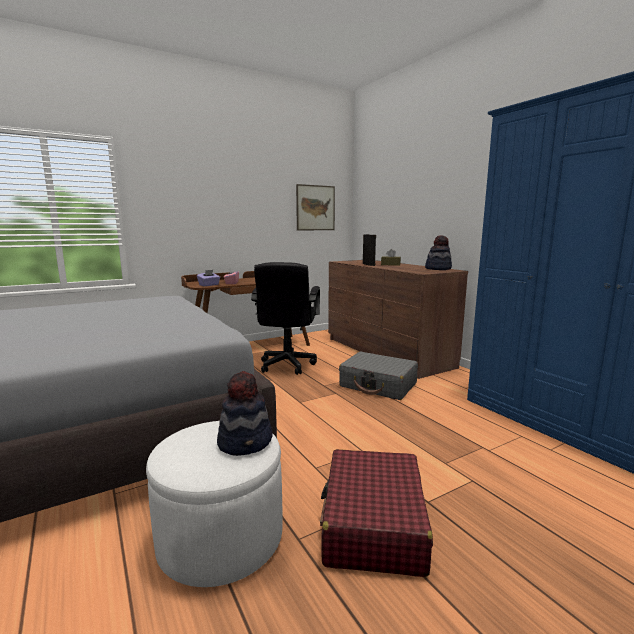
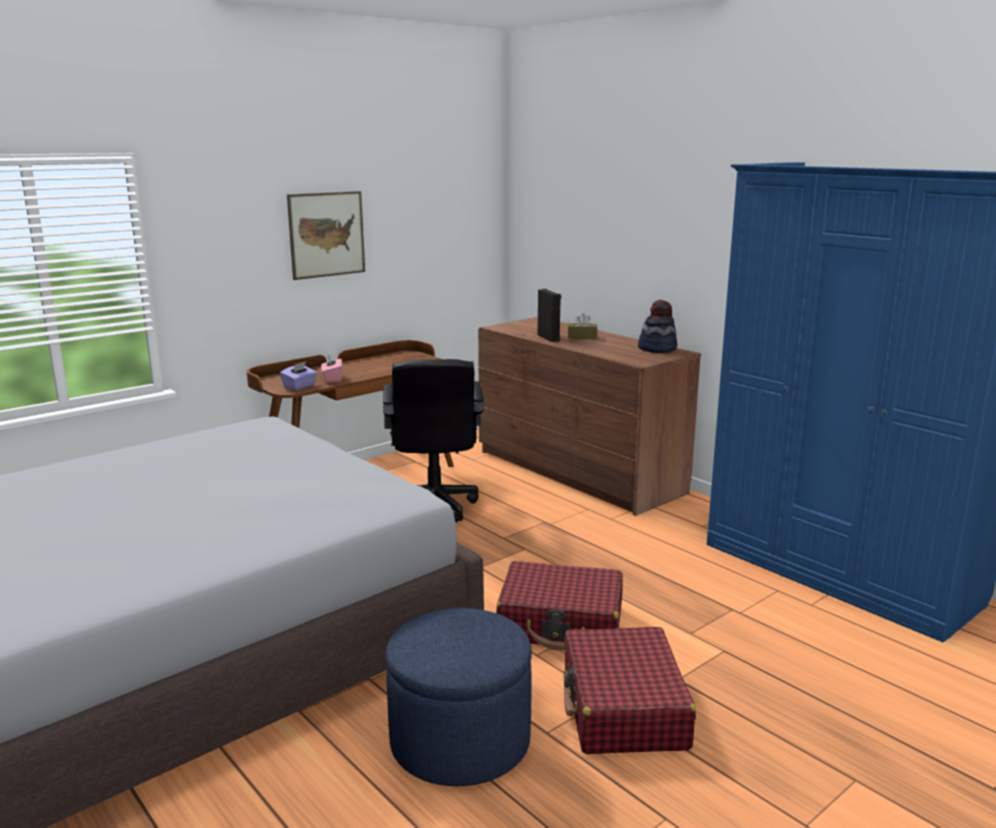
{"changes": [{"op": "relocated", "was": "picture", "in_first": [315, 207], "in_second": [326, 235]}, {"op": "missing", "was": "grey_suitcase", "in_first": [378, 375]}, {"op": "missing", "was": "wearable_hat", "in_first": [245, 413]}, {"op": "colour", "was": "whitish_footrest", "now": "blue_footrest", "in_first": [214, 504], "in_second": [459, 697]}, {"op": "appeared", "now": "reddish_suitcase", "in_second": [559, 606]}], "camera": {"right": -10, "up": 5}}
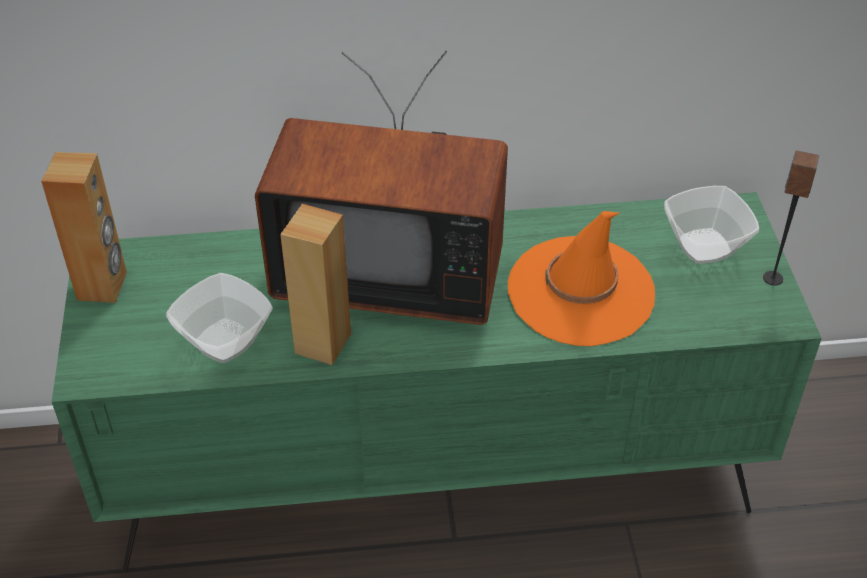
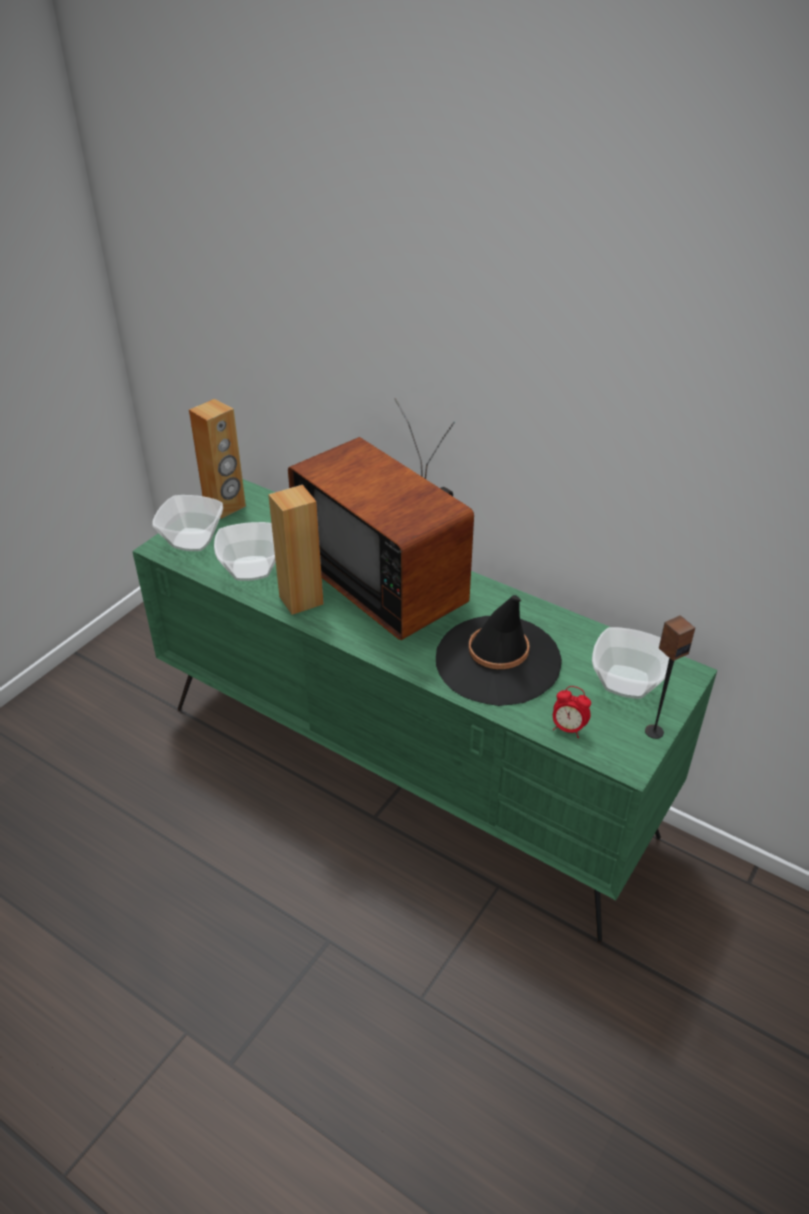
{"changes": [{"op": "colour", "was": "orangey_wearable_hat", "now": "black-coloured_wearable_hat", "in_first": [581, 278], "in_second": [499, 650]}, {"op": "appeared", "now": "deep_dish", "in_second": [187, 523]}, {"op": "appeared", "now": "bedside_clock", "in_second": [572, 712]}], "camera": {"right": 40, "up": -5}}
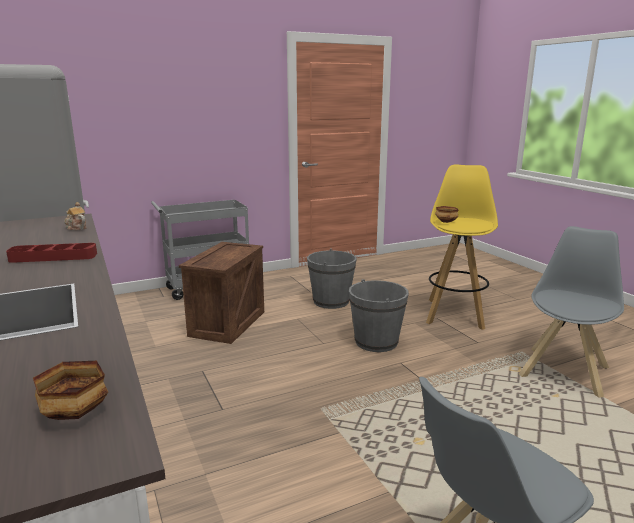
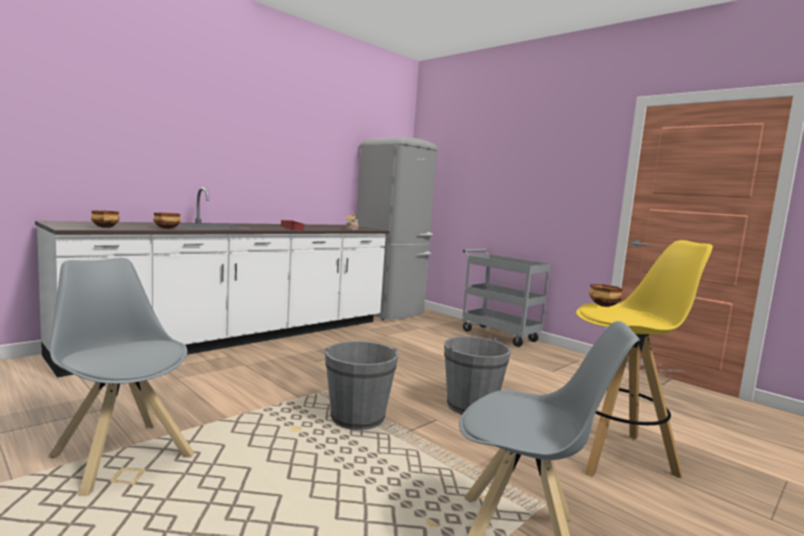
{"changes": [{"op": "missing", "was": "crate", "in_first": [221, 293]}, {"op": "relocated", "was": "grey_water_bucket", "in_first": [332, 278], "in_second": [361, 385]}, {"op": "appeared", "now": "deep_dish", "in_second": [167, 221]}], "camera": {"right": 70, "up": -10}}
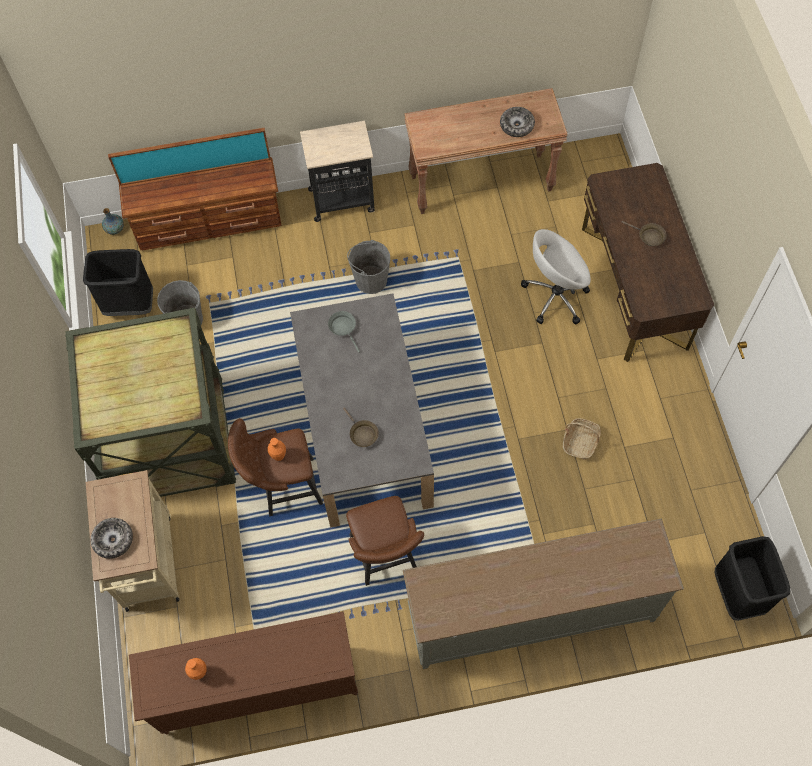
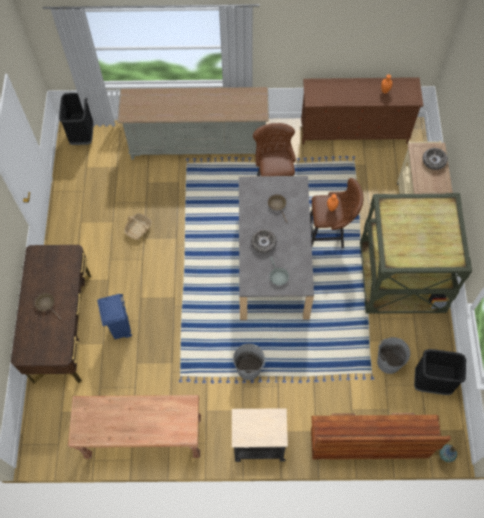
{"changes": [{"op": "relocated", "was": "deep_dish", "in_first": [517, 122], "in_second": [264, 241]}, {"op": "exchanged", "was": "whitish_computer_chair", "now": "blue_trash_can", "in_first": [556, 277], "in_second": [114, 316]}], "camera": {"right": -170, "up": 0}}
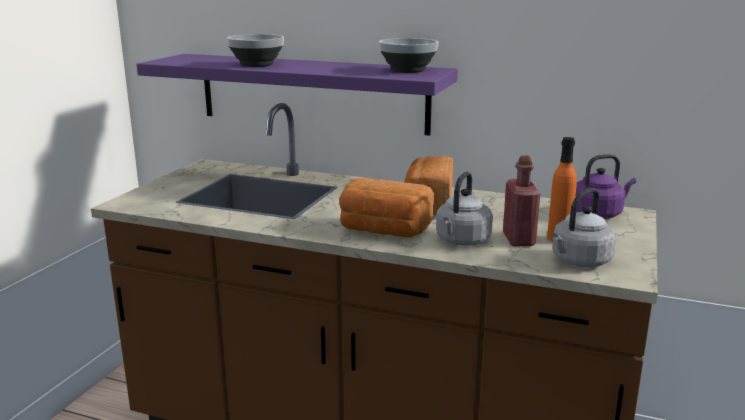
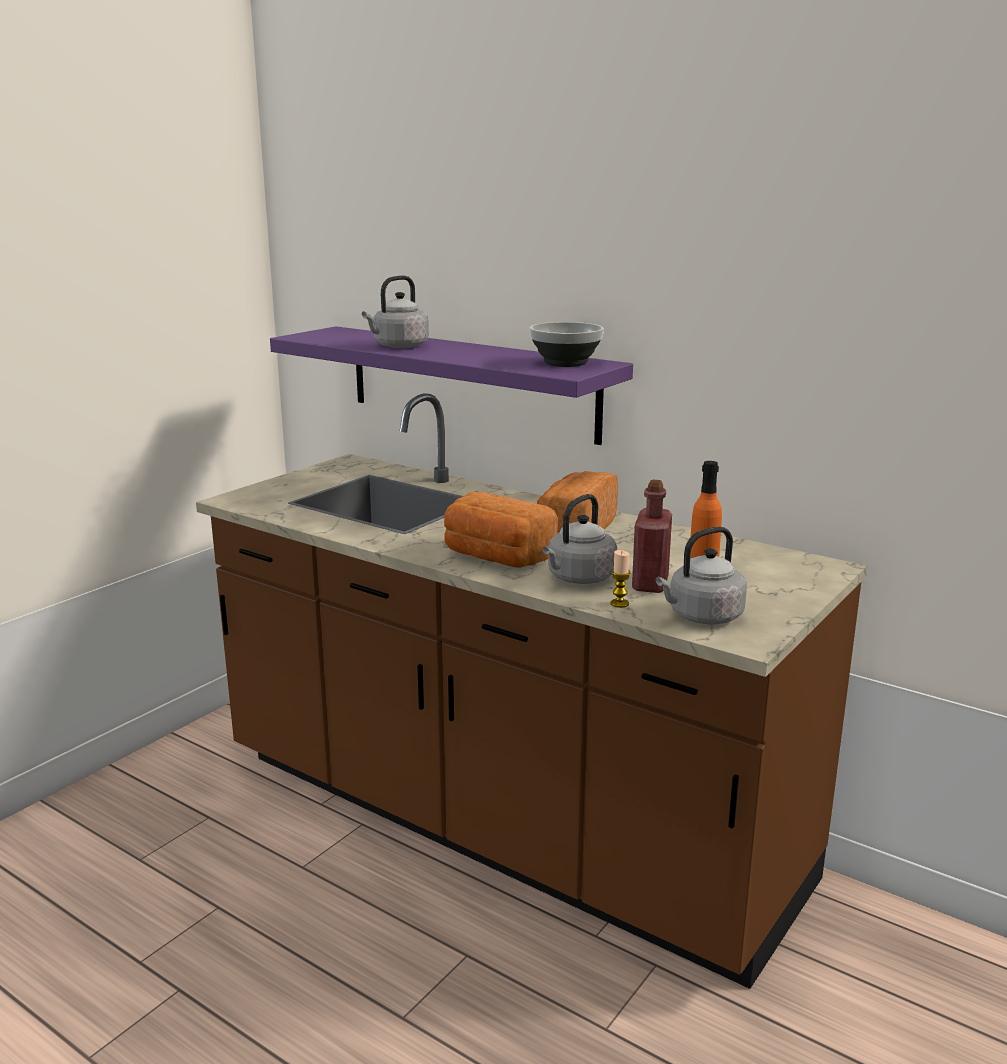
{"changes": [{"op": "exchanged", "was": "deep_dish", "now": "grey_water_kettle", "in_first": [255, 50], "in_second": [395, 311]}, {"op": "missing", "was": "purplish_water_kettle", "in_first": [605, 186]}, {"op": "appeared", "now": "wax_candle", "in_second": [621, 579]}], "camera": {"right": 15, "up": 0}}
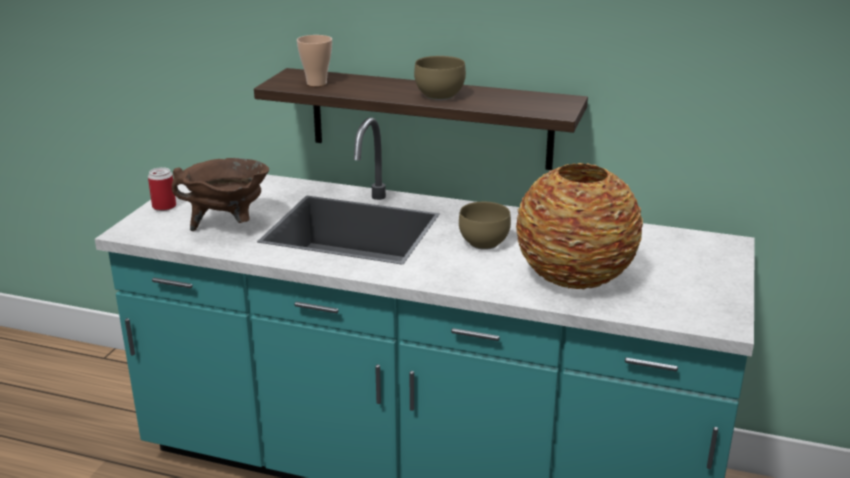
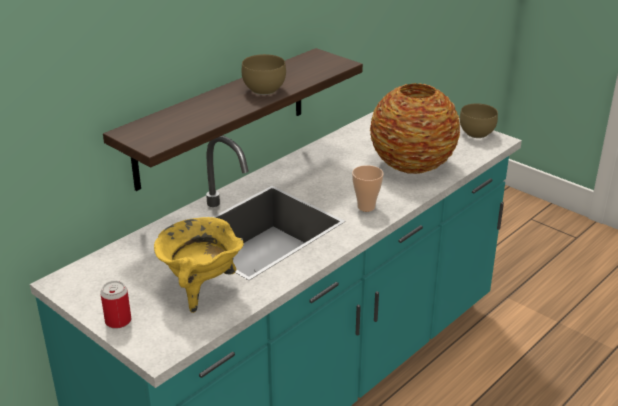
{"changes": [{"op": "relocated", "was": "drinking_cup", "in_first": [314, 60], "in_second": [368, 188]}, {"op": "colour", "was": "brown-coloured_saucepot", "now": "yellowish_saucepot", "in_first": [220, 194], "in_second": [199, 265]}, {"op": "relocated", "was": "brown-coloured_deep_dish", "in_first": [485, 226], "in_second": [479, 120]}], "camera": {"right": -65, "up": 5}}
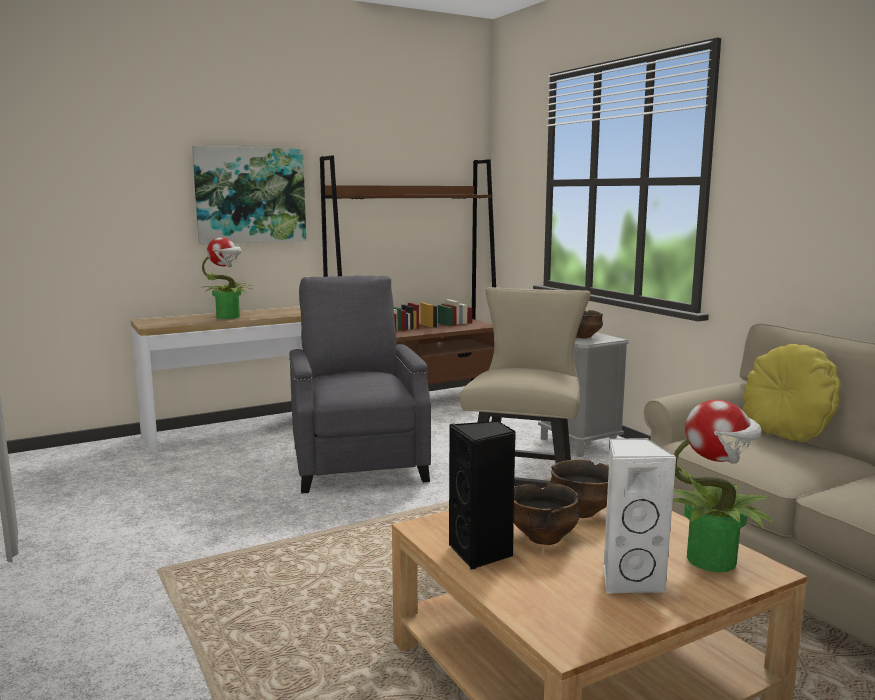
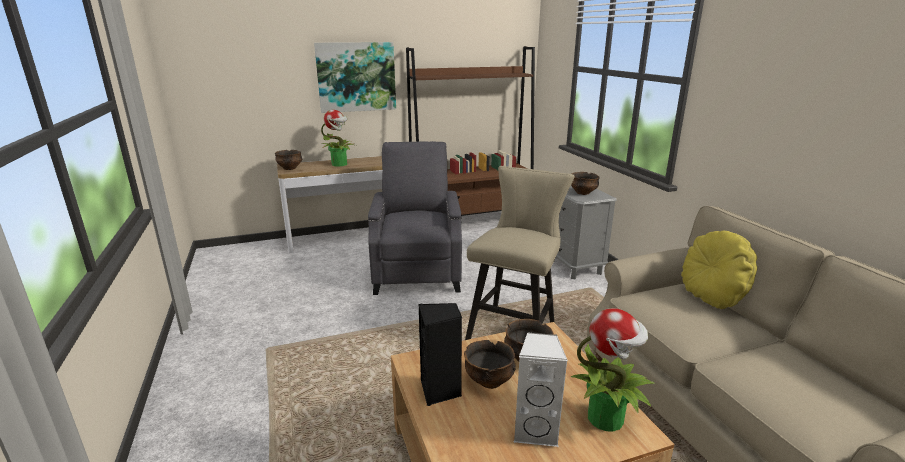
{"changes": [{"op": "appeared", "now": "deep_dish", "in_second": [288, 160]}], "camera": {"right": 10, "up": 10}}
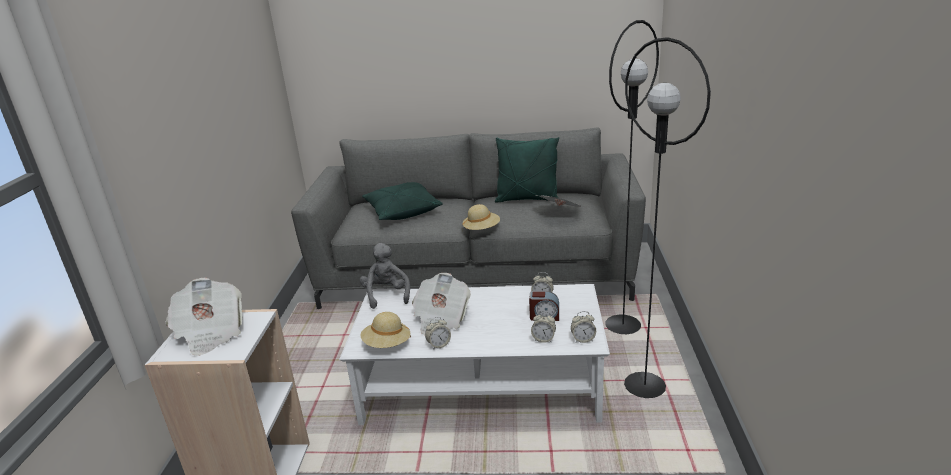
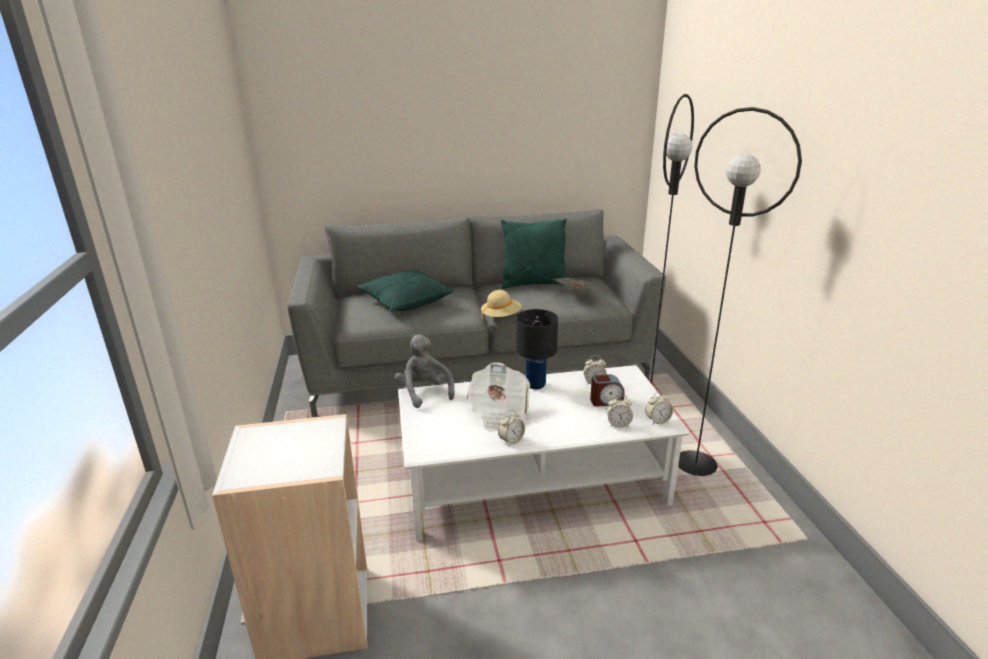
{"changes": [{"op": "missing", "was": "daily_paper", "in_first": [204, 317]}, {"op": "missing", "was": "sand-coloured_wearable_hat", "in_first": [385, 330]}, {"op": "appeared", "now": "black-coloured_tabletop_lamp", "in_second": [537, 349]}], "camera": {"right": -15, "up": 0}}
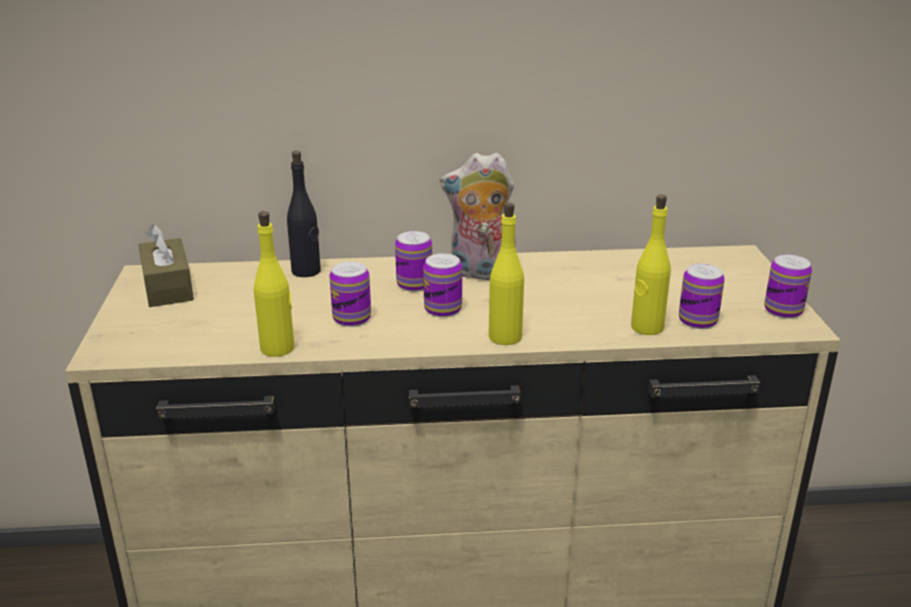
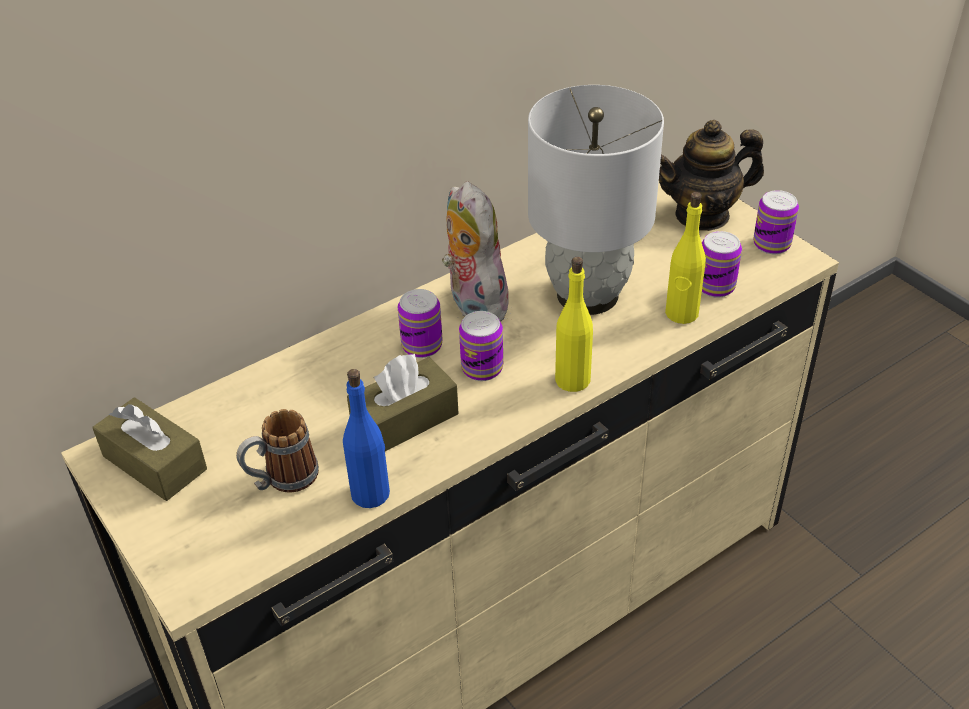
{"changes": [{"op": "missing", "was": "black-coloured_beverage_bottle", "in_first": [304, 214]}, {"op": "spun", "was": "soft_toy", "in_first": [478, 216], "in_second": [475, 251], "clockwise": 90}, {"op": "colour", "was": "yellowish_beverage_bottle", "now": "blue_beverage_bottle", "in_first": [274, 284], "in_second": [366, 438]}, {"op": "exchanged", "was": "metal_can", "now": "brown-coloured_box_of_tissues", "in_first": [350, 294], "in_second": [403, 402]}, {"op": "appeared", "now": "whitish_tabletop_lamp", "in_second": [596, 200]}, {"op": "appeared", "now": "tea_pot", "in_second": [711, 175]}, {"op": "appeared", "now": "coffee_mug", "in_second": [277, 450]}], "camera": {"right": -30, "up": 15}}
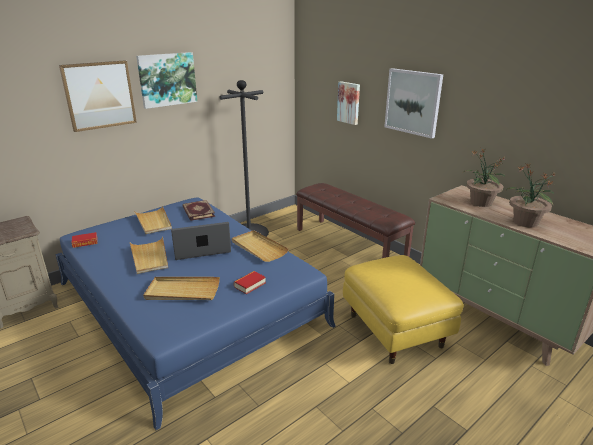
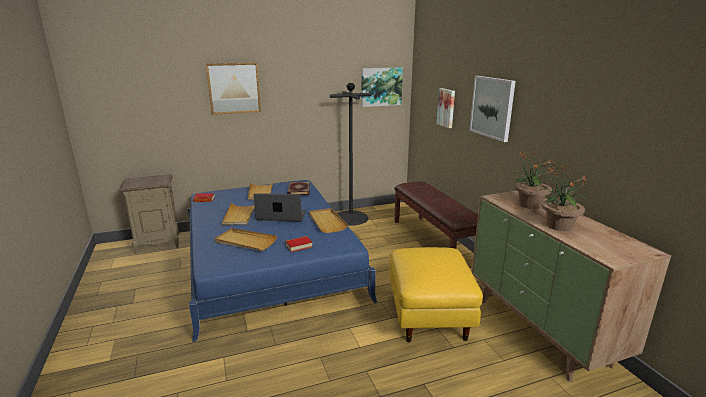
{"changes": [{"op": "relocated", "was": "picture", "in_first": [166, 80], "in_second": [382, 87]}], "camera": {"right": 20, "up": -5}}
